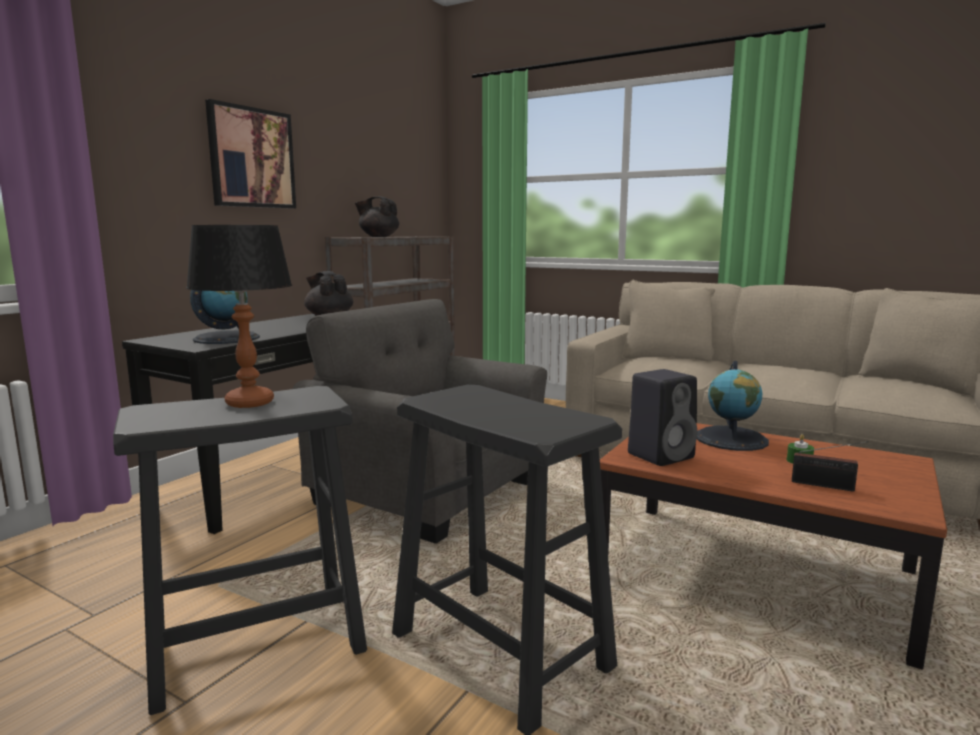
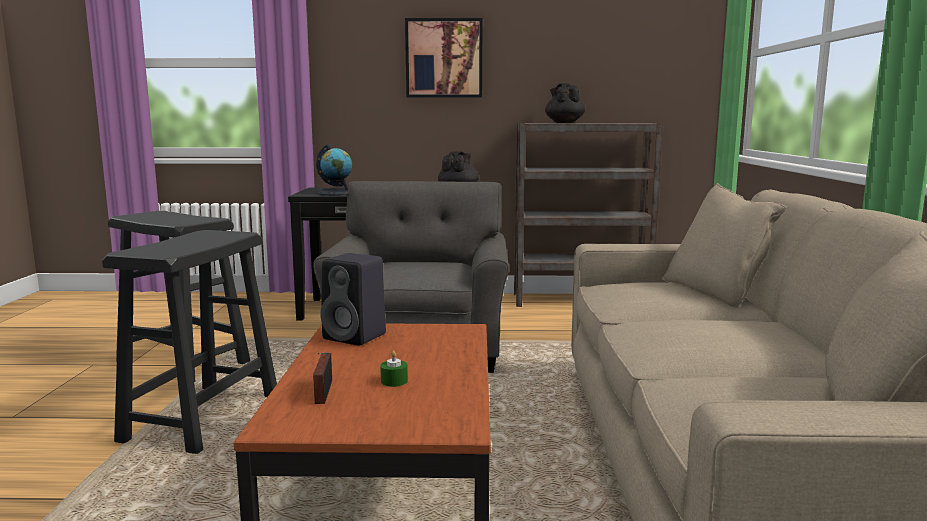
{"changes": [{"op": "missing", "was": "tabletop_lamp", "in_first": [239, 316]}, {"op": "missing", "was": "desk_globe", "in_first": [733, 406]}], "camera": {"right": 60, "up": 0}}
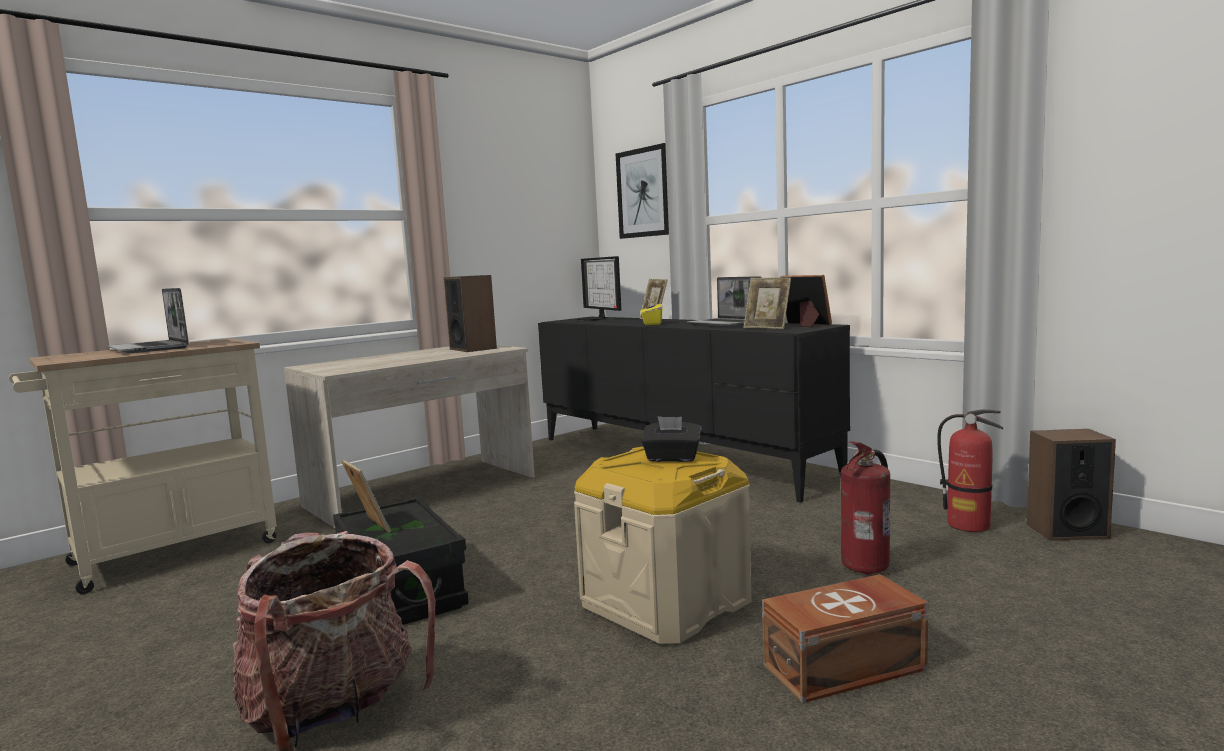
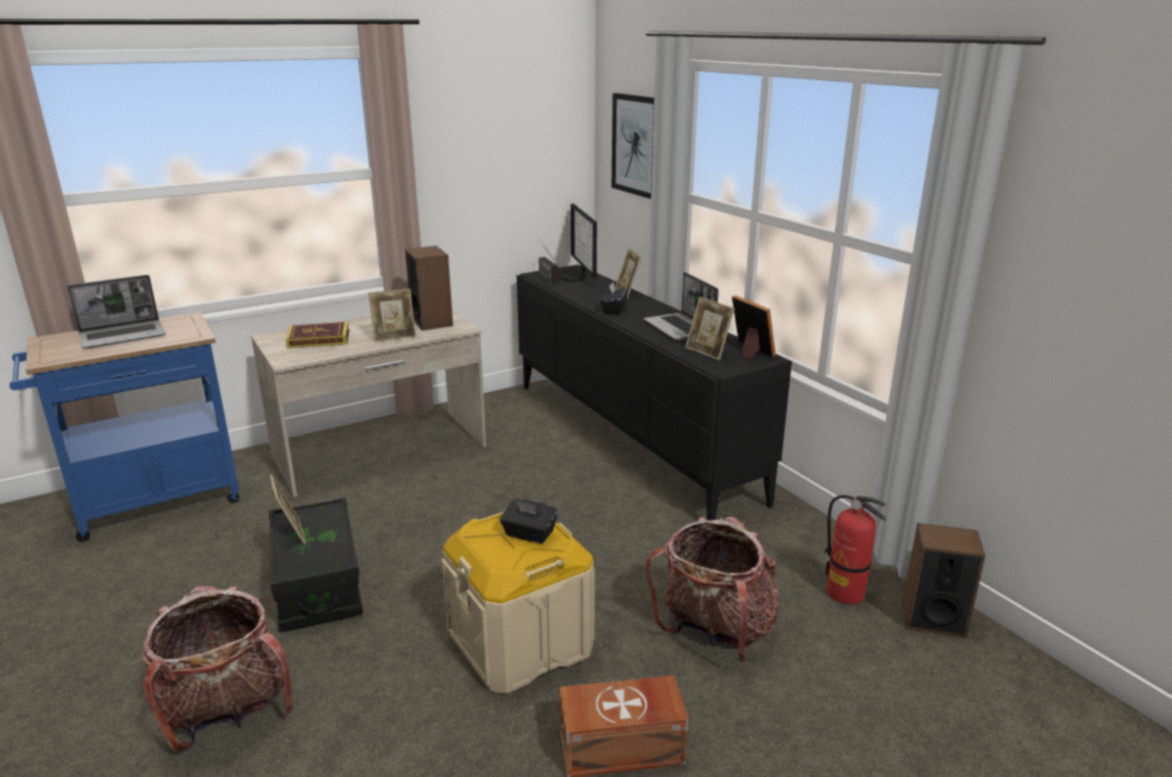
{"changes": [{"op": "spun", "was": "laptop", "in_first": [148, 320], "in_second": [116, 311], "clockwise": -90}, {"op": "colour", "was": "yellowish_box_of_tissues", "now": "black-coloured_box_of_tissues", "in_first": [651, 312], "in_second": [614, 298]}, {"op": "colour", "was": "sand-coloured_wheeled_cart", "now": "blue_wheeled_cart", "in_first": [143, 466], "in_second": [124, 427]}, {"op": "exchanged", "was": "fire_extinguisher", "now": "knapsack", "in_first": [865, 508], "in_second": [712, 590]}, {"op": "appeared", "now": "radio_receiver", "in_second": [549, 261]}, {"op": "appeared", "now": "picture_frame", "in_second": [392, 315]}, {"op": "appeared", "now": "book", "in_second": [317, 335]}], "camera": {"right": 10, "up": 15}}
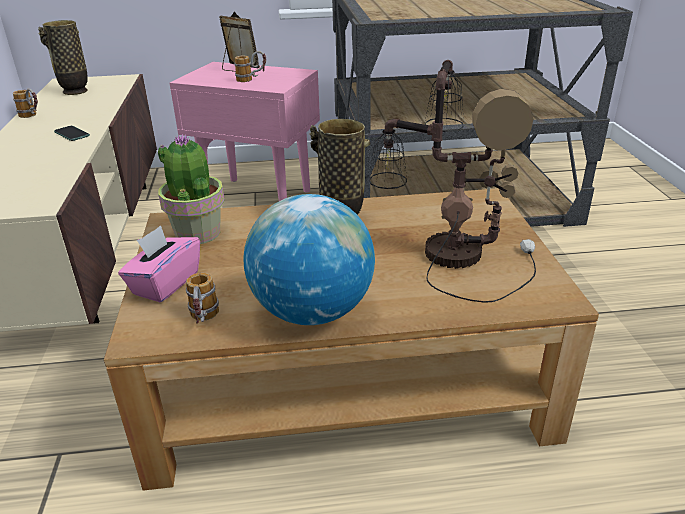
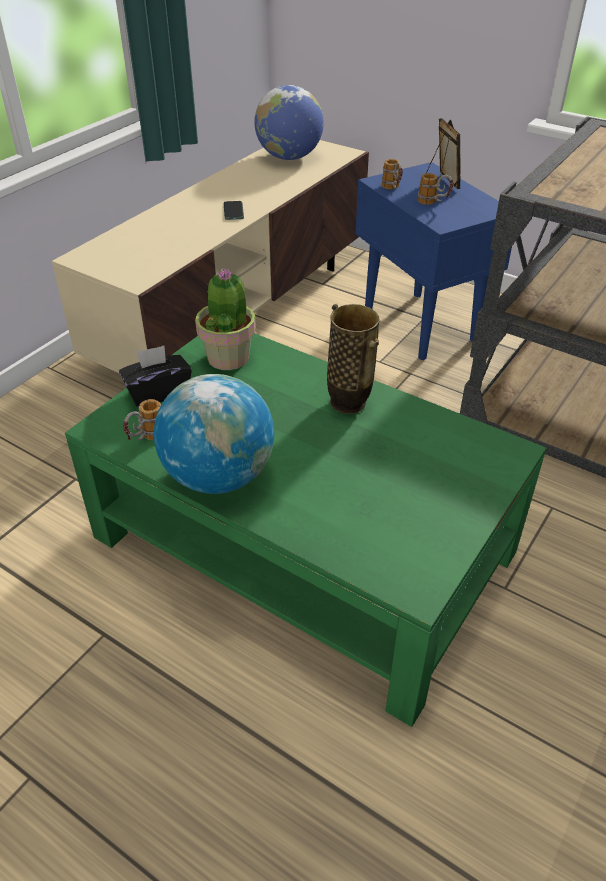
{"changes": [{"op": "exchanged", "was": "flower_vase", "now": "desk_globe", "in_first": [63, 57], "in_second": [289, 122]}, {"op": "missing", "was": "tabletop_lamp", "in_first": [452, 181]}, {"op": "colour", "was": "pink_end_table", "now": "blue_end_table", "in_first": [245, 131], "in_second": [433, 261]}, {"op": "relocated", "was": "coffee_mug", "in_first": [25, 103], "in_second": [392, 174]}, {"op": "colour", "was": "brown-coloured_low_table", "now": "green_low_table", "in_first": [351, 339], "in_second": [305, 530]}, {"op": "colour", "was": "pink_box_of_tissues", "now": "black-coloured_box_of_tissues", "in_first": [159, 263], "in_second": [155, 376]}], "camera": {"right": 40, "up": 10}}
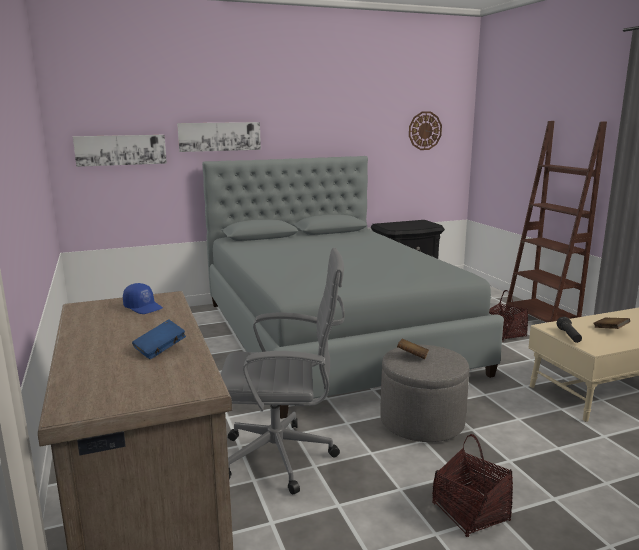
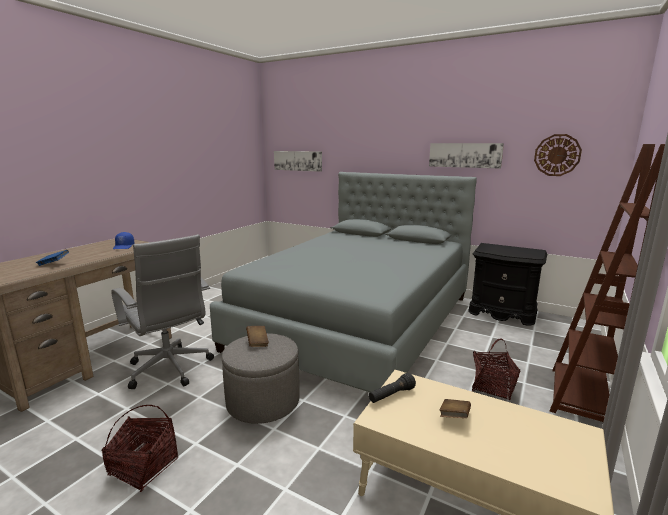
{"changes": [{"op": "relocated", "was": "picture", "in_first": [219, 137], "in_second": [466, 156]}], "camera": {"right": 50, "up": 0}}
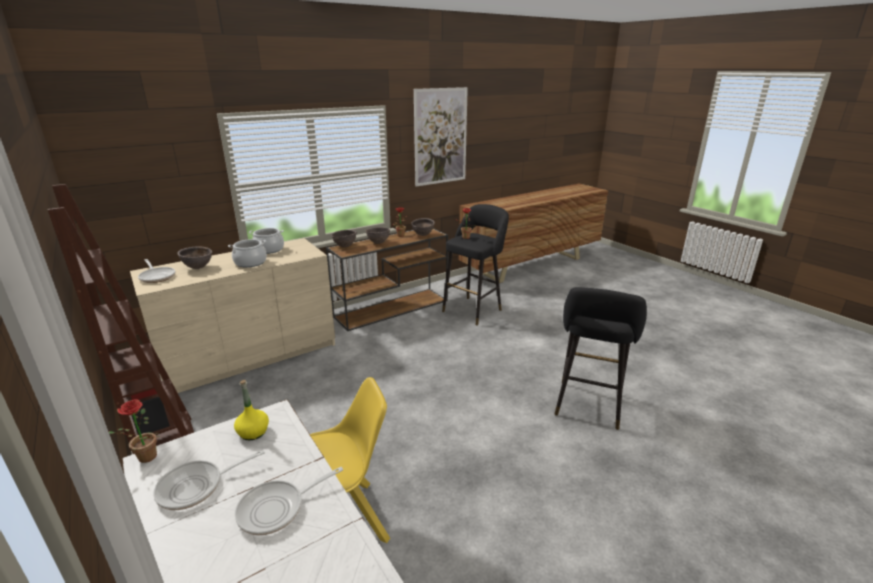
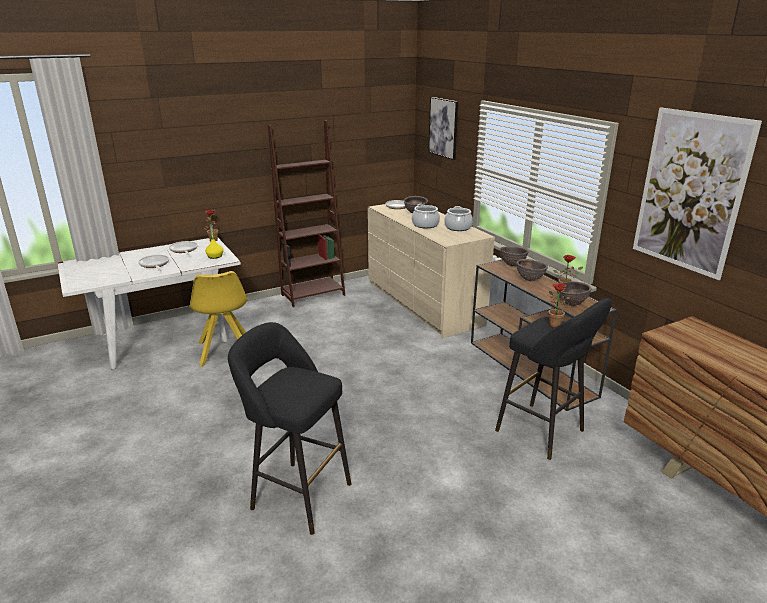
{"changes": [{"op": "appeared", "now": "picture", "in_second": [443, 128]}], "camera": {"right": 95, "up": 0}}
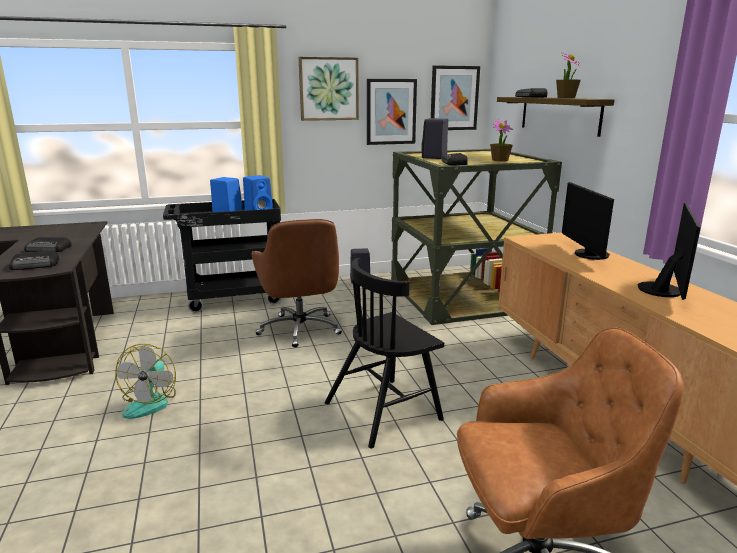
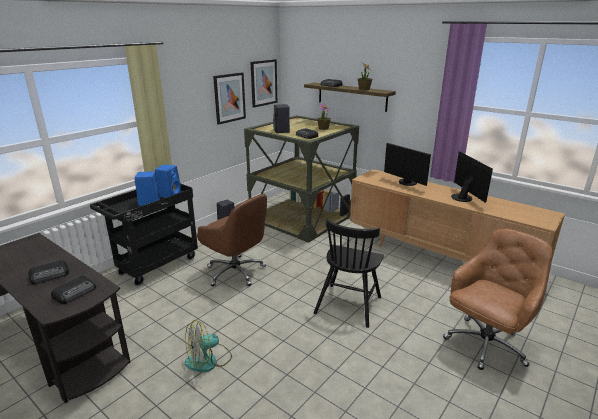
{"changes": [{"op": "missing", "was": "picture", "in_first": [329, 89]}, {"op": "spun", "was": "cooling_fan", "in_first": [145, 381], "in_second": [208, 346], "clockwise": 90}], "camera": {"right": -35, "up": 5}}
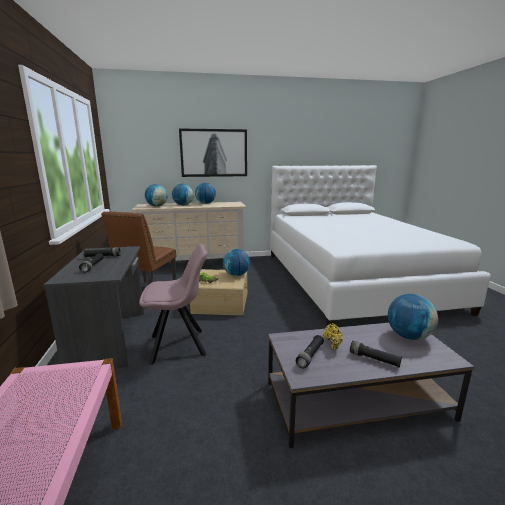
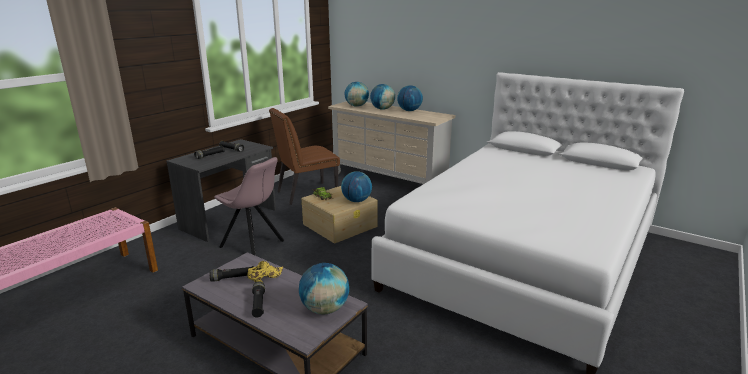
{"changes": [{"op": "missing", "was": "picture", "in_first": [213, 152]}], "camera": {"right": 45, "up": 5}}
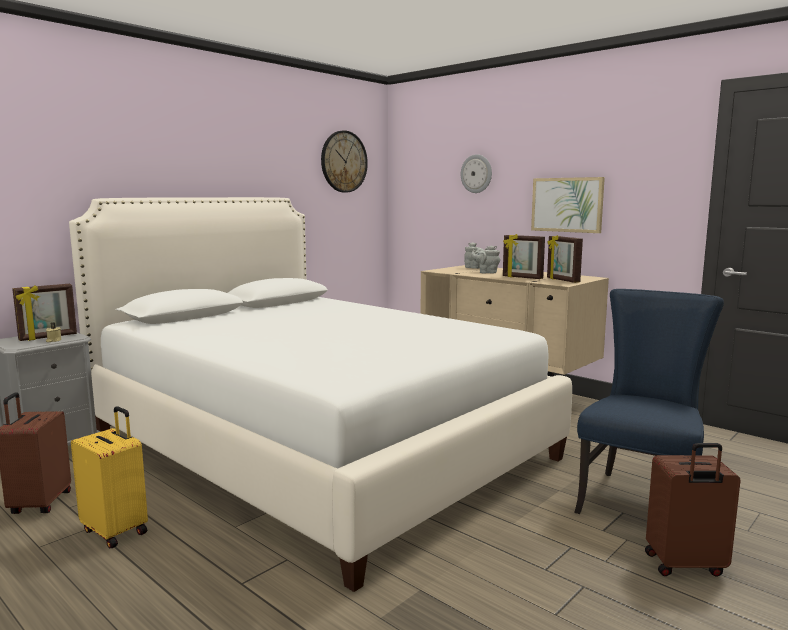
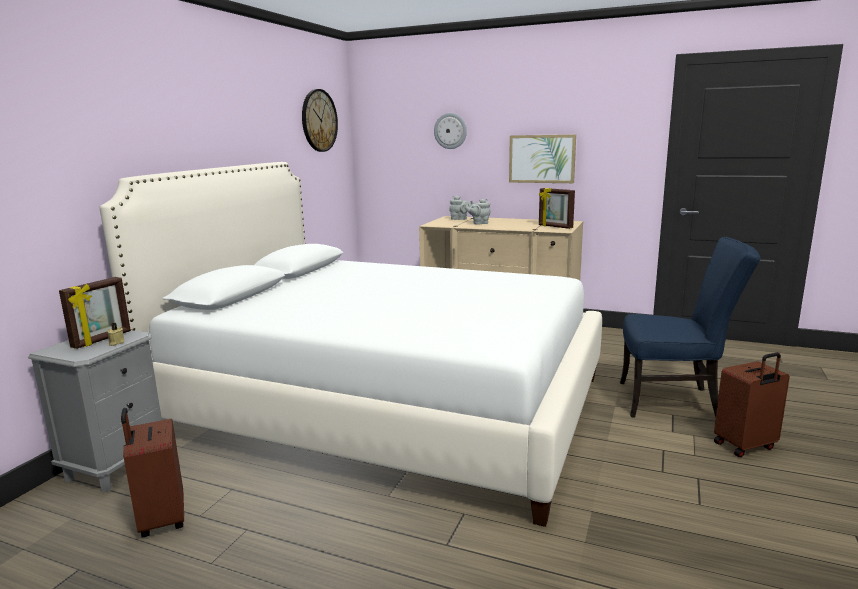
{"changes": [{"op": "missing", "was": "picture_frame", "in_first": [524, 256]}, {"op": "spun", "was": "blue_upright_chair", "in_first": [649, 401], "in_second": [690, 327], "clockwise": 90}, {"op": "missing", "was": "yellowish_suitcase", "in_first": [109, 477]}], "camera": {"right": -20, "up": 5}}
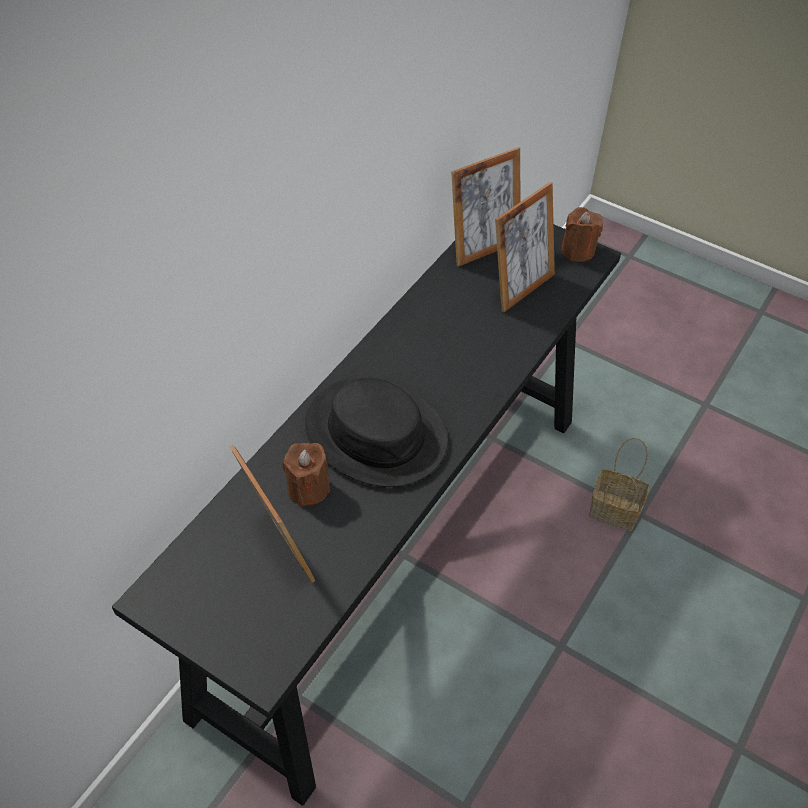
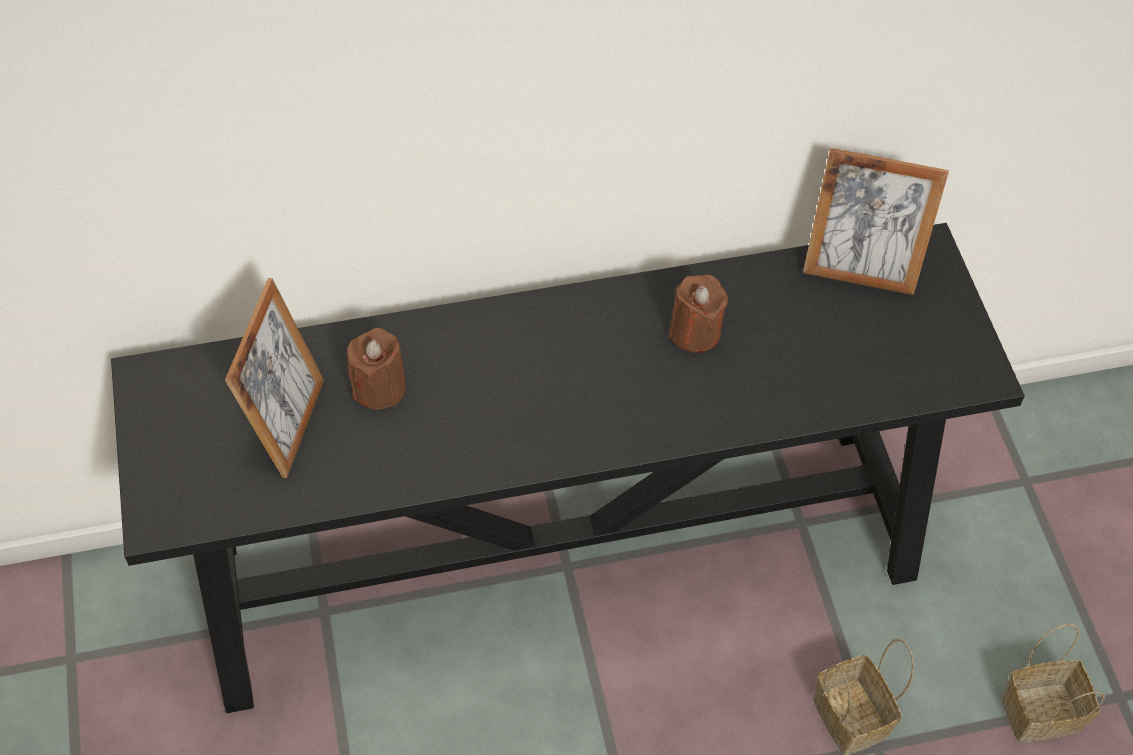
{"changes": [{"op": "missing", "was": "picture_frame", "in_first": [525, 247]}, {"op": "relocated", "was": "brown-coloured_wax_candle", "in_first": [582, 234], "in_second": [698, 313]}, {"op": "missing", "was": "black-coloured_wearable_hat", "in_first": [376, 432]}, {"op": "appeared", "now": "storage_basket", "in_second": [1053, 683]}], "camera": {"right": 45, "up": 5}}
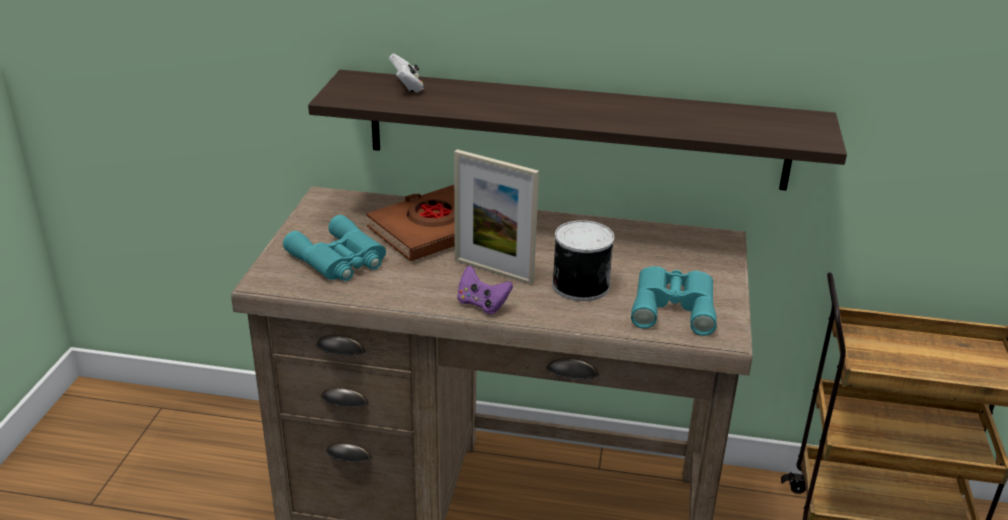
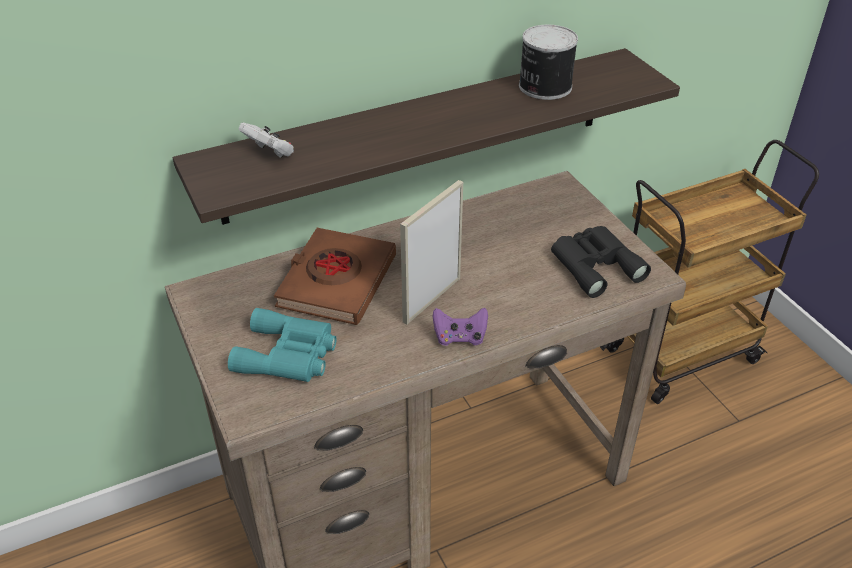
{"changes": [{"op": "spun", "was": "picture_frame", "in_first": [496, 217], "in_second": [431, 252], "clockwise": 135}, {"op": "relocated", "was": "metal_can", "in_first": [583, 260], "in_second": [548, 62]}, {"op": "colour", "was": "turquoise-coloured_pair_of_binoculars", "now": "black-coloured_pair_of_binoculars", "in_first": [674, 301], "in_second": [601, 262]}], "camera": {"right": -35, "up": 10}}
